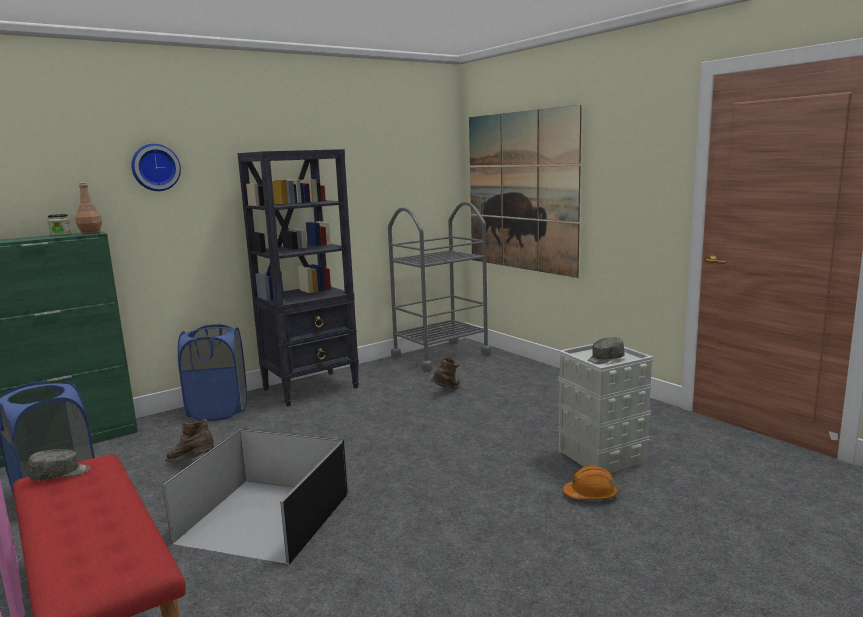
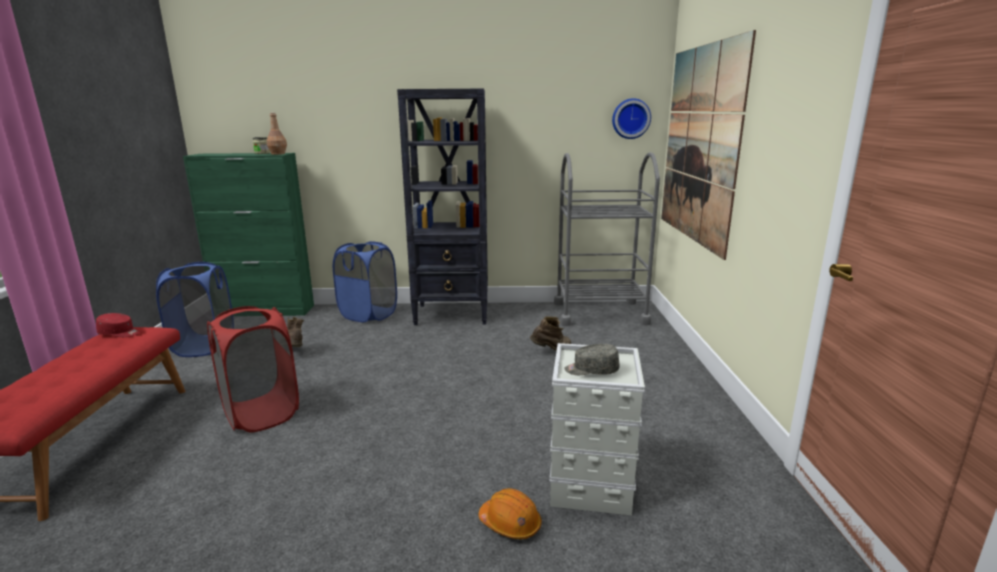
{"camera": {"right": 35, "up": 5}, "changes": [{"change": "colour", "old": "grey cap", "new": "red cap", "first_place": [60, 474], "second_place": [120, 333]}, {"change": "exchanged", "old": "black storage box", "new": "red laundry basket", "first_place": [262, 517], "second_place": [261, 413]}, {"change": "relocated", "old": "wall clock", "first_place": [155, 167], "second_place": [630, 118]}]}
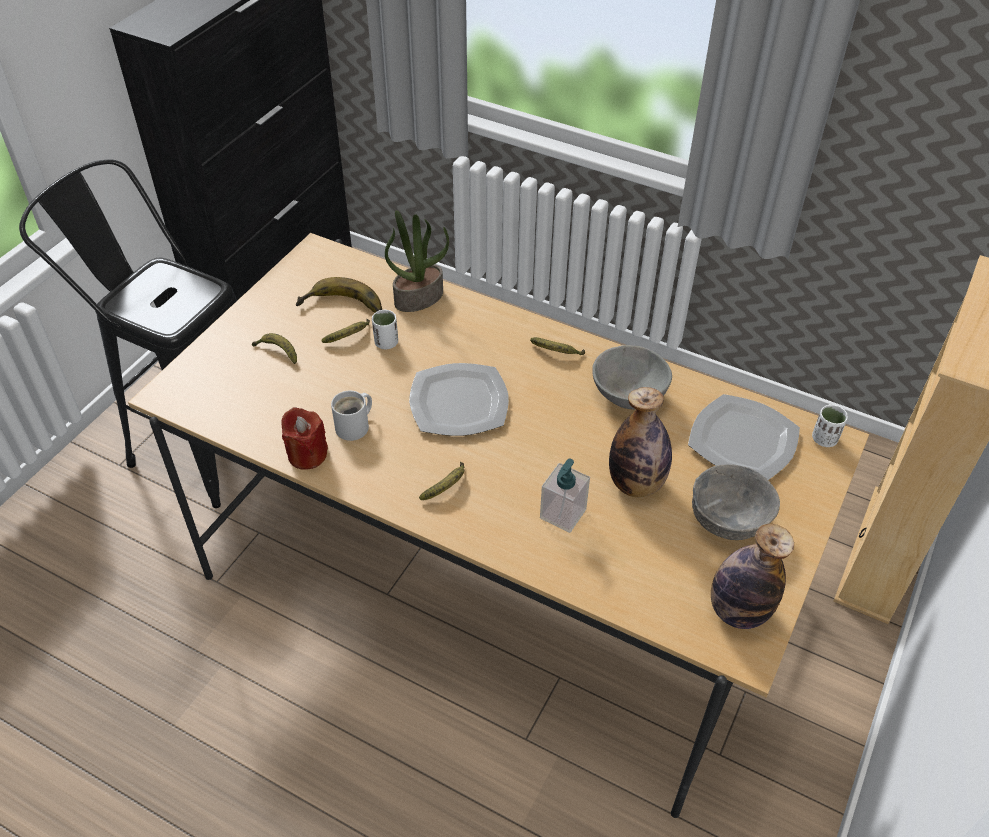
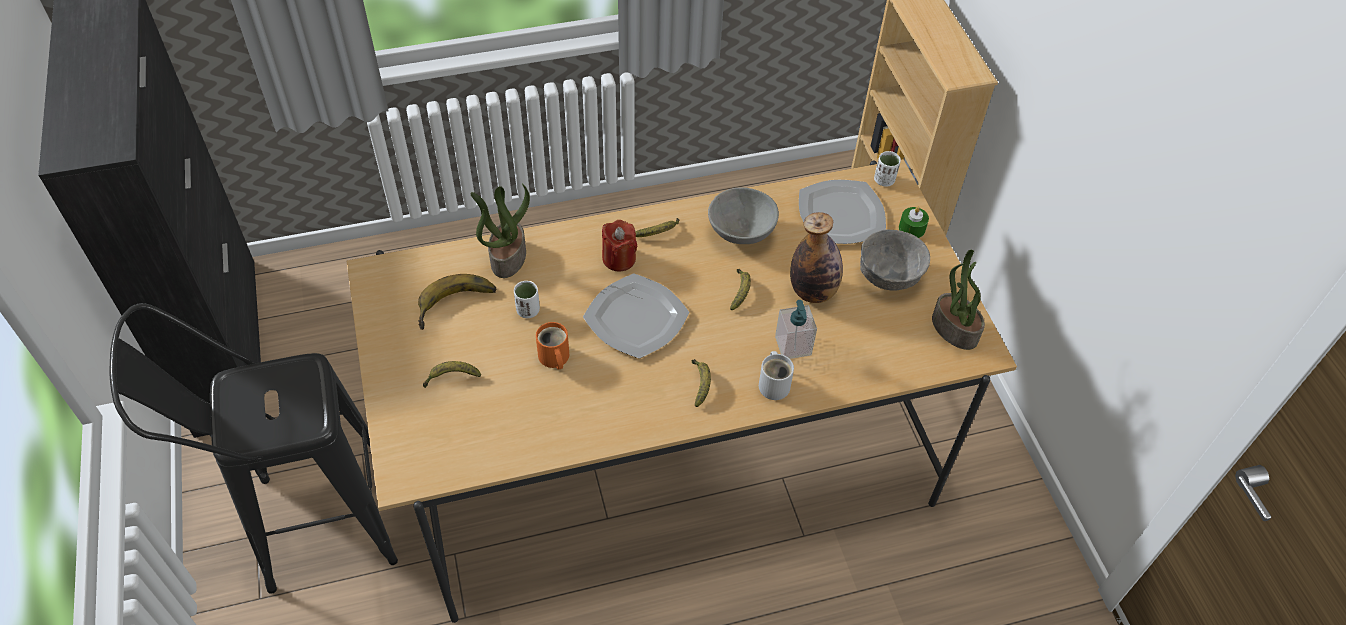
{"camera": {"right": -45, "up": 5}, "changes": [{"change": "appeared", "new": "orange mug", "second_place": [553, 358]}, {"change": "relocated", "old": "red candle", "first_place": [307, 454], "second_place": [619, 259]}, {"change": "relocated", "old": "banana", "first_place": [349, 337], "second_place": [740, 292]}, {"change": "relocated", "old": "white mug", "first_place": [355, 426], "second_place": [775, 384]}, {"change": "appeared", "new": "green candle", "second_place": [912, 228]}, {"change": "exchanged", "old": "bottle", "new": "potted plant", "first_place": [738, 611], "second_place": [953, 329]}]}
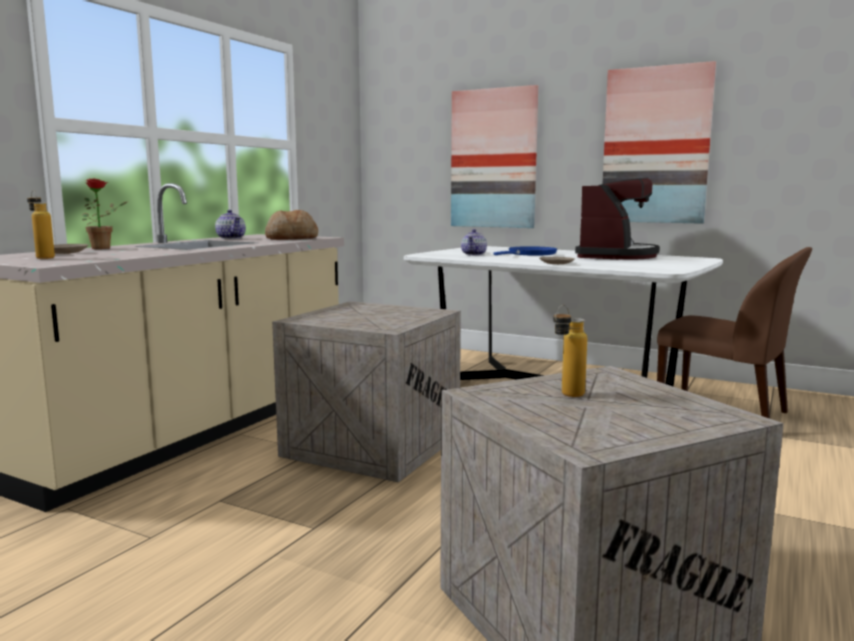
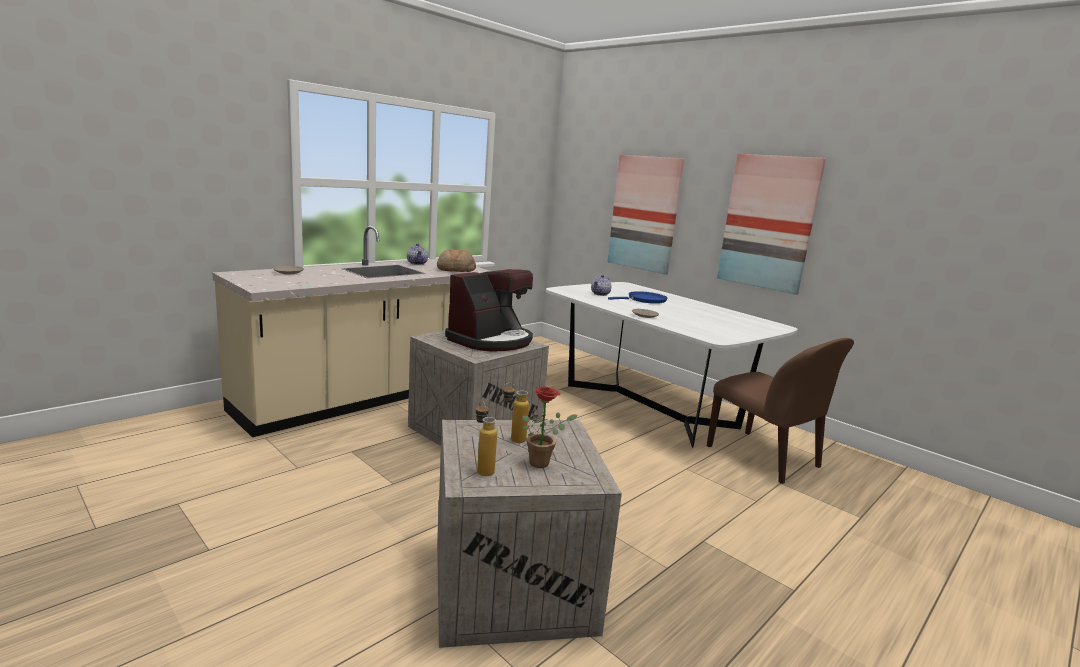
{"camera": {"right": 15, "up": 5}, "changes": [{"change": "relocated", "old": "coffee machine", "first_place": [616, 256], "second_place": [491, 340]}, {"change": "relocated", "old": "bottle", "first_place": [43, 257], "second_place": [482, 469]}, {"change": "relocated", "old": "potted plant", "first_place": [105, 248], "second_place": [543, 462]}]}
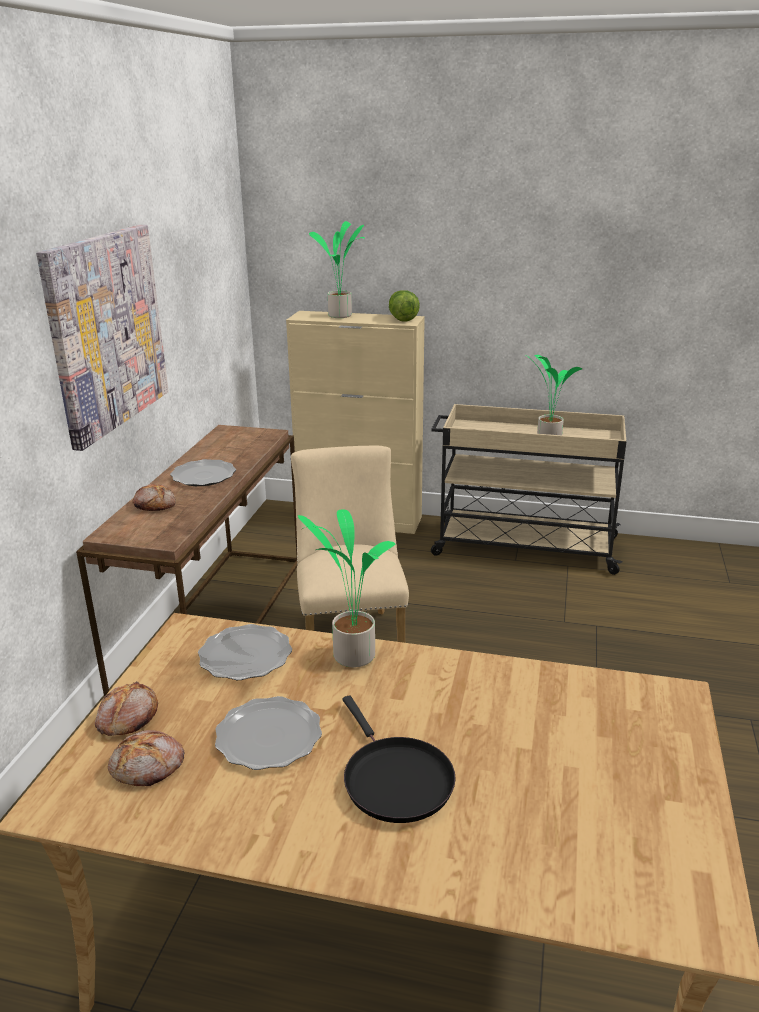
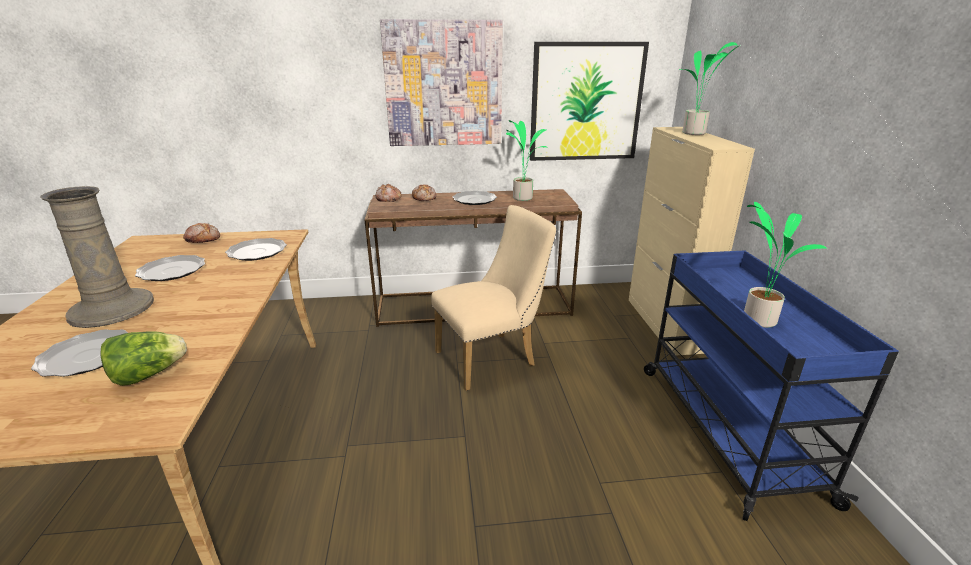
{"camera": {"right": 70, "up": 0}, "changes": [{"change": "appeared", "new": "plate", "second_place": [87, 356]}, {"change": "exchanged", "old": "black frying pan", "new": "beige vase", "first_place": [394, 779], "second_place": [111, 309]}, {"change": "relocated", "old": "lettuce", "first_place": [402, 319], "second_place": [149, 375]}, {"change": "relocated", "old": "bread", "first_place": [148, 767], "second_place": [388, 199]}, {"change": "relocated", "old": "potted plant", "first_place": [351, 655], "second_place": [522, 198]}, {"change": "appeared", "new": "picture", "second_place": [586, 102]}, {"change": "colour", "old": "beige cart", "new": "blue cart", "first_place": [522, 546], "second_place": [725, 428]}]}
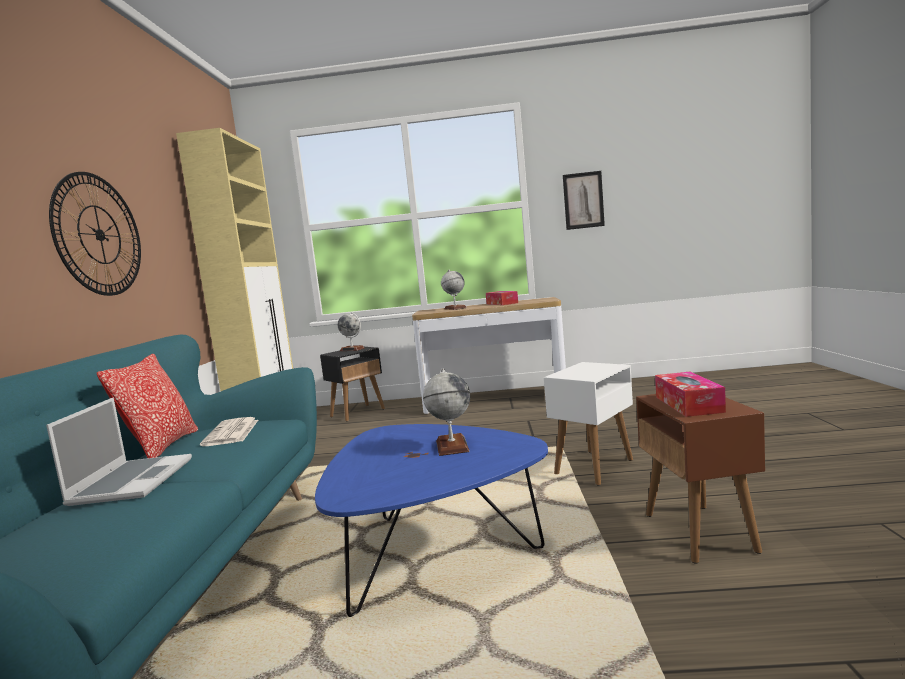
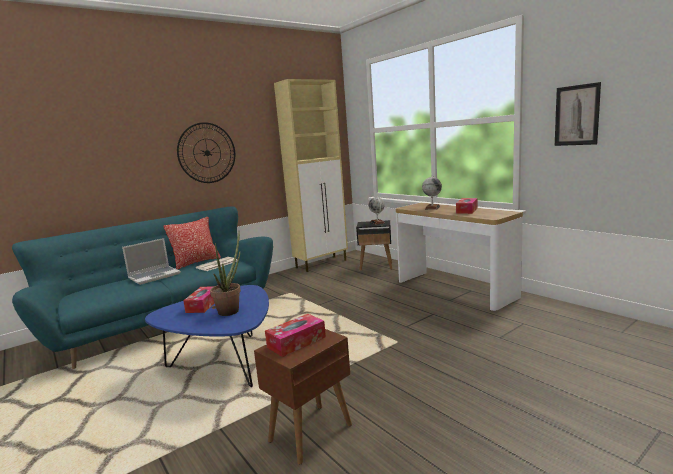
{"camera": {"right": 50, "up": 5}, "changes": [{"change": "appeared", "new": "tissue box", "second_place": [203, 305]}, {"change": "exchanged", "old": "globe", "new": "potted plant", "first_place": [452, 446], "second_place": [231, 310]}, {"change": "missing", "old": "white side table", "first_place": [593, 467]}]}
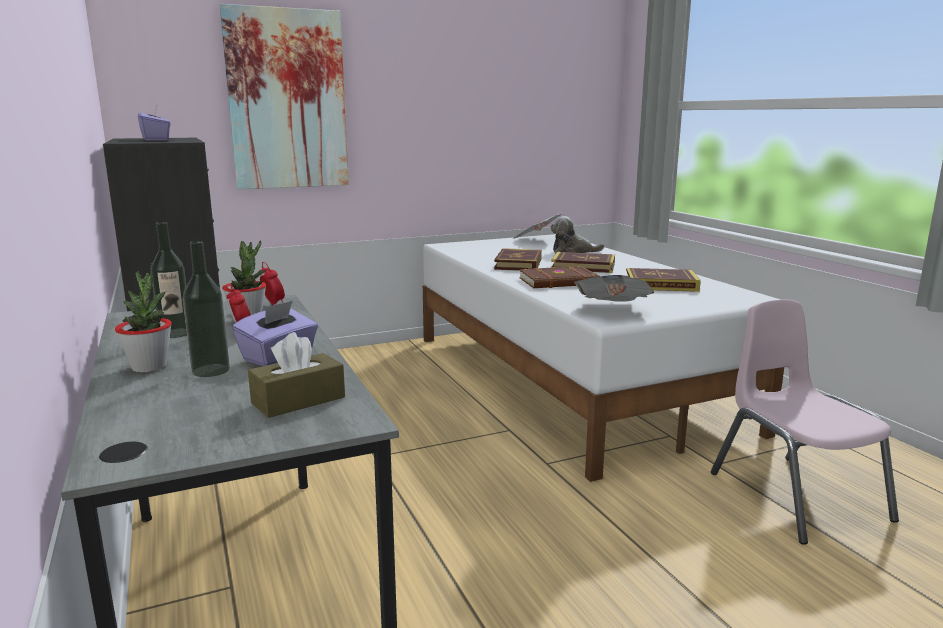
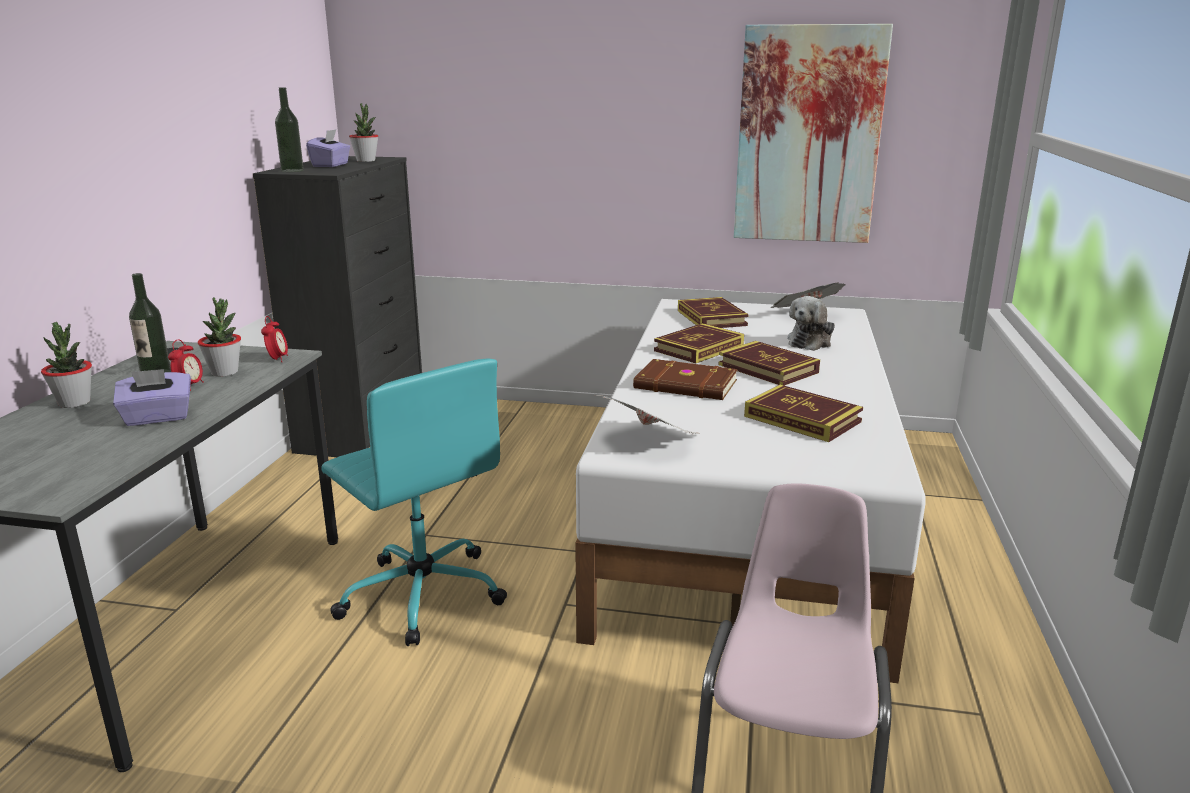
{"camera": {"right": 35, "up": 5}, "changes": [{"change": "relocated", "old": "bottle", "first_place": [210, 370], "second_place": [292, 170]}, {"change": "appeared", "new": "turquoise office chair", "second_place": [422, 593]}, {"change": "appeared", "new": "potted plant", "second_place": [366, 161]}, {"change": "appeared", "new": "book", "second_place": [711, 318]}, {"change": "relocated", "old": "picture", "first_place": [287, 100], "second_place": [808, 136]}, {"change": "spun", "old": "plush toy", "first_place": [573, 251], "second_place": [811, 342], "degrees": -90}, {"change": "missing", "old": "brown tissue box", "first_place": [298, 400]}]}
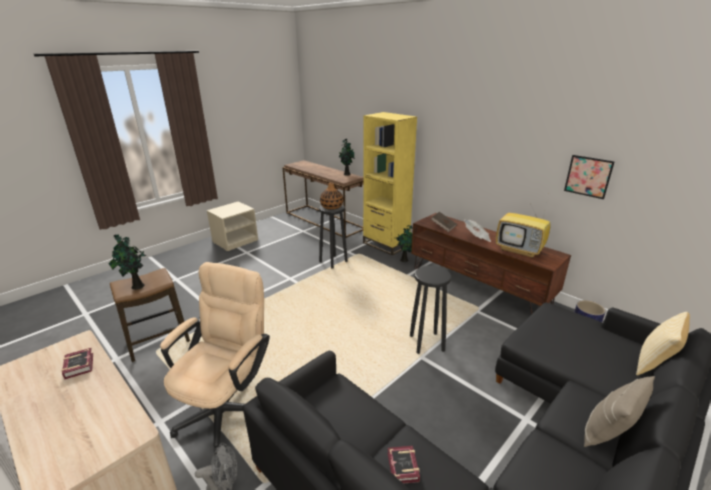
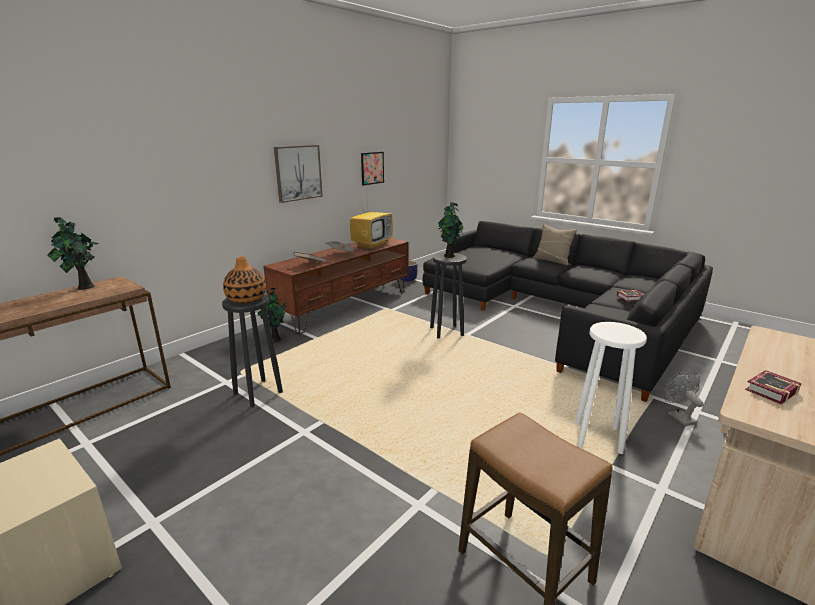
{"camera": {"right": -95, "up": -5}, "changes": [{"change": "appeared", "new": "picture", "second_place": [298, 173]}, {"change": "relocated", "old": "potted plant", "first_place": [136, 286], "second_place": [450, 256]}, {"change": "exchanged", "old": "beige office chair", "new": "white stool", "first_place": [227, 406], "second_place": [598, 437]}, {"change": "missing", "old": "yellow bookcase", "first_place": [386, 244]}, {"change": "missing", "old": "pillow", "first_place": [654, 364]}]}
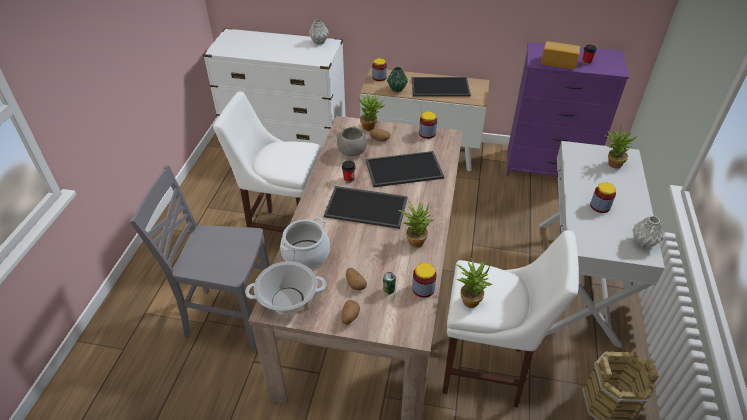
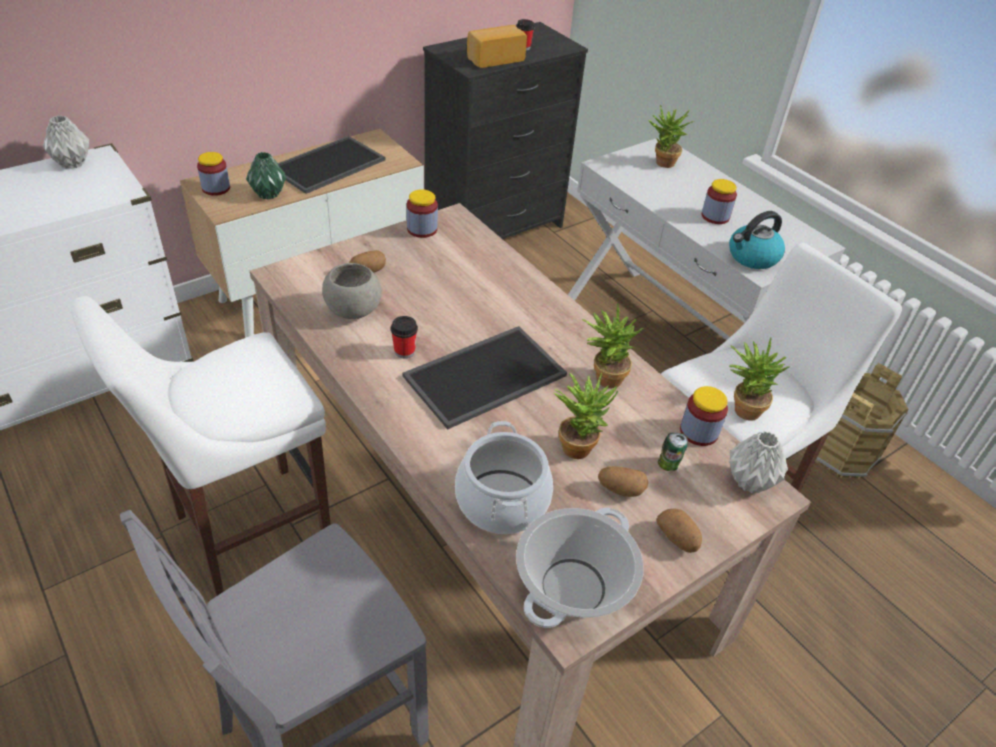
{"camera": {"right": -50, "up": 0}, "changes": [{"change": "colour", "old": "purple dresser", "new": "black dresser", "first_place": [547, 167], "second_place": [494, 228]}, {"change": "relocated", "old": "potted plant", "first_place": [371, 126], "second_place": [578, 444]}, {"change": "appeared", "new": "kettle", "second_place": [752, 257]}, {"change": "relocated", "old": "grey vase", "first_place": [643, 243], "second_place": [751, 482]}, {"change": "missing", "old": "tray", "first_place": [403, 170]}]}
